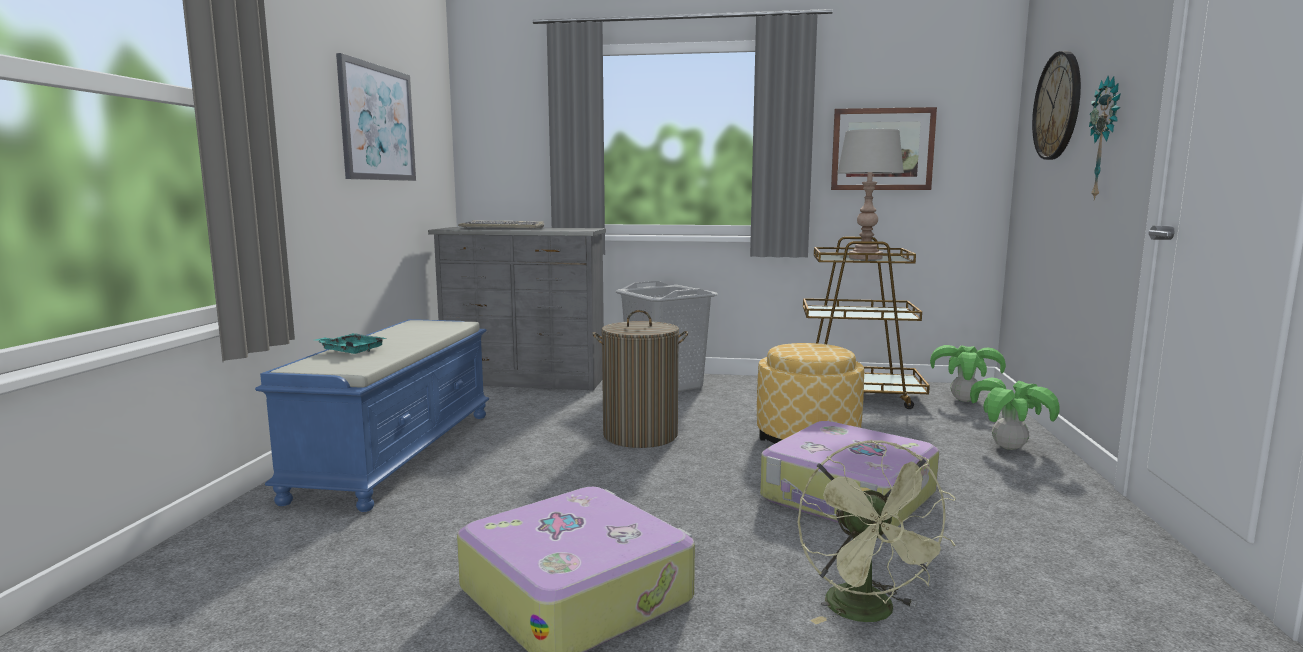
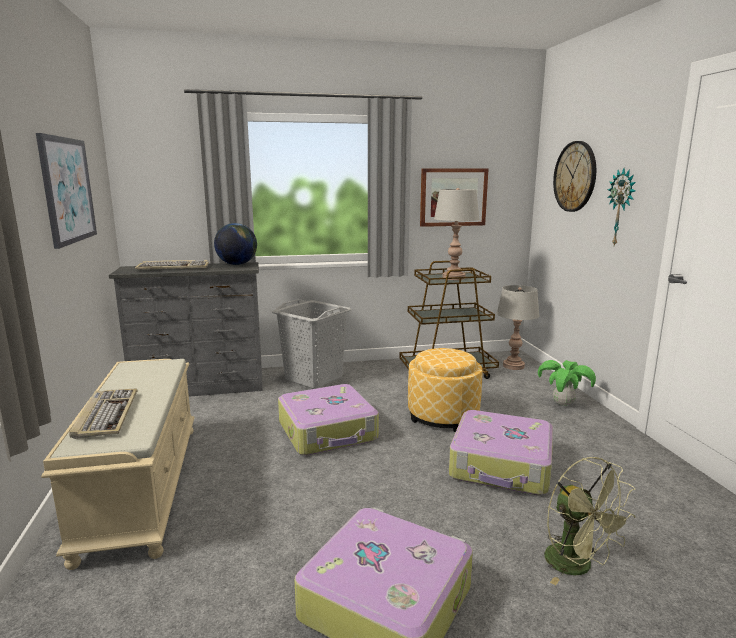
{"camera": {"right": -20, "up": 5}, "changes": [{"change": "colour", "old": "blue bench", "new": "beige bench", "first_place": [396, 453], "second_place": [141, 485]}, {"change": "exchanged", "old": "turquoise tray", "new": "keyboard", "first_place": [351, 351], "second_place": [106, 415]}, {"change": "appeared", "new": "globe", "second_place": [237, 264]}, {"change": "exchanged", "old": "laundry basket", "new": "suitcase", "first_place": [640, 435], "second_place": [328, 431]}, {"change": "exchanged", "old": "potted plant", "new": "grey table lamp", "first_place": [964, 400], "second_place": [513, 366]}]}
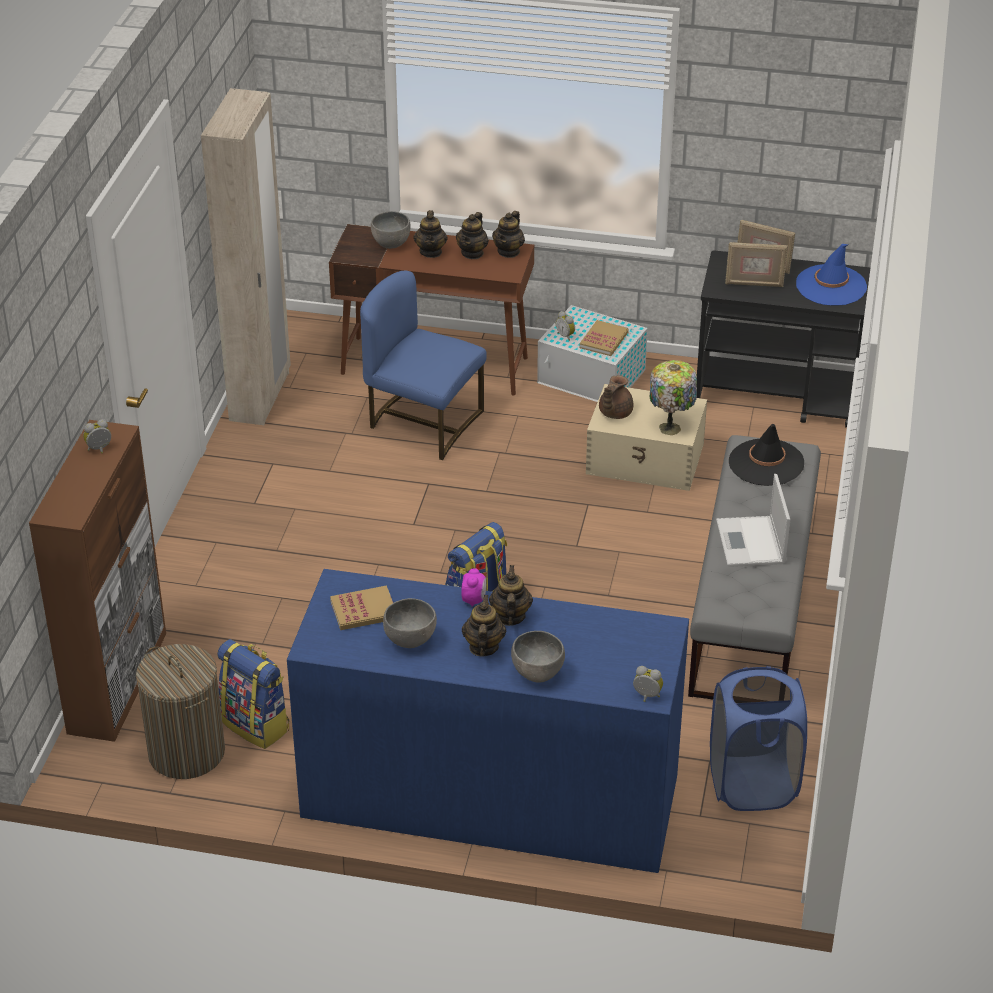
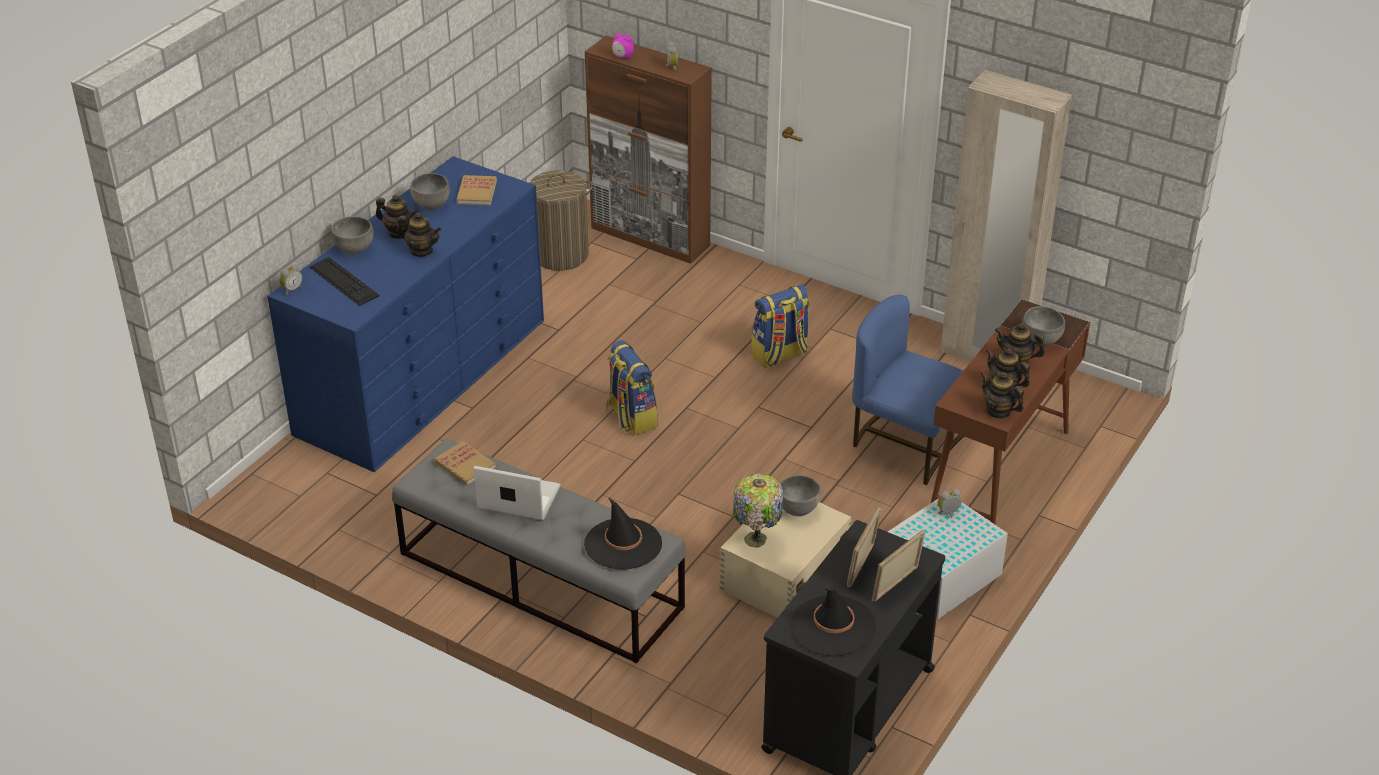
{"camera": {"right": 110, "up": 0}, "changes": [{"change": "appeared", "new": "keyboard", "second_place": [344, 281]}, {"change": "relocated", "old": "book", "first_place": [604, 340], "second_place": [465, 465]}, {"change": "relocated", "old": "alarm clock", "first_place": [474, 599], "second_place": [623, 57]}, {"change": "relocated", "old": "backpack", "first_place": [256, 725], "second_place": [780, 355]}, {"change": "exchanged", "old": "brown teapot", "new": "grey bowl", "first_place": [614, 413], "second_place": [798, 509]}, {"change": "colour", "old": "blue hat", "new": "black hat", "first_place": [831, 286], "second_place": [832, 626]}, {"change": "spun", "old": "blue chair", "first_place": [423, 423], "second_place": [905, 444], "degrees": -105}, {"change": "missing", "old": "blue laundry basket", "first_place": [752, 784]}]}
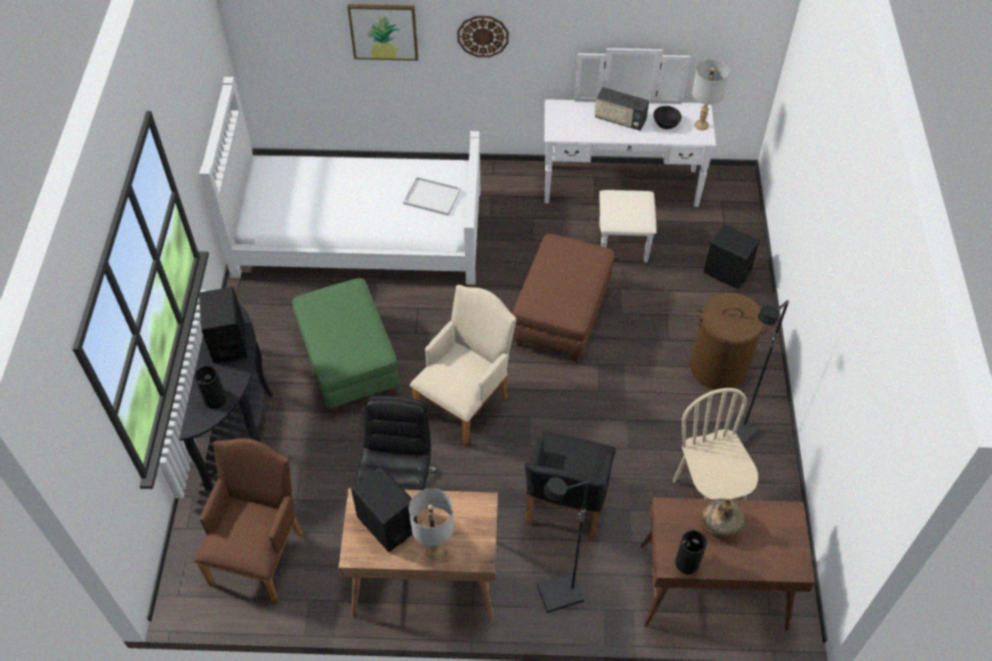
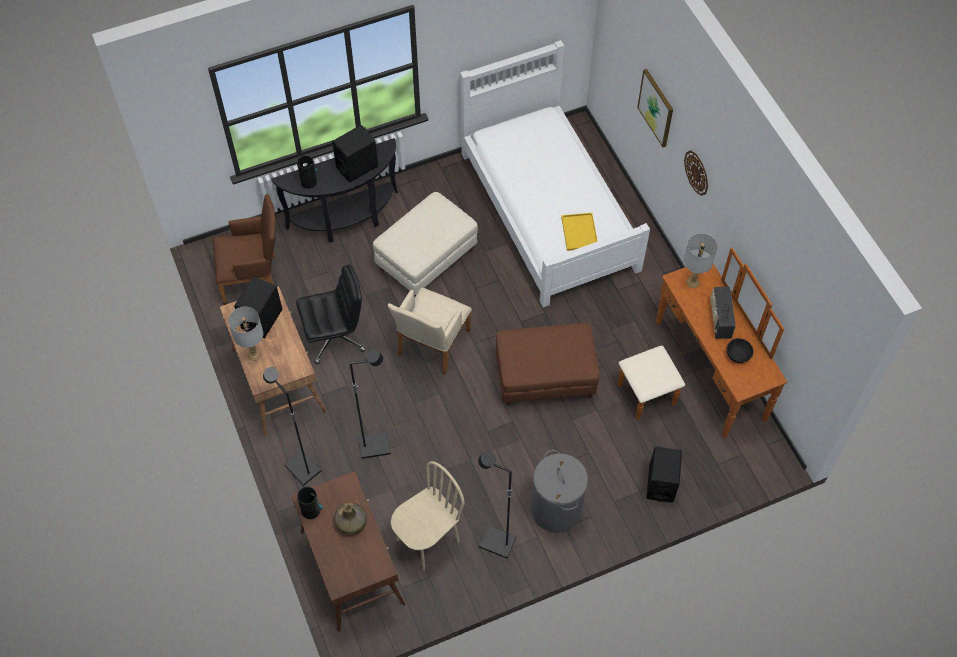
{"camera": {"right": 65, "up": 5}, "changes": [{"change": "exchanged", "old": "black armchair", "new": "black floor lamp", "first_place": [565, 505], "second_place": [375, 445]}, {"change": "colour", "old": "green ottoman", "new": "beige ottoman", "first_place": [348, 363], "second_place": [426, 259]}, {"change": "spun", "old": "beige armchair", "first_place": [466, 402], "second_place": [431, 346], "degrees": 105}, {"change": "colour", "old": "brown laundry basket", "new": "grey laundry basket", "first_place": [718, 366], "second_place": [556, 509]}, {"change": "colour", "old": "white tray", "new": "yellow tray", "first_place": [433, 197], "second_place": [580, 233]}, {"change": "colour", "old": "white dresser", "new": "brown dresser", "first_place": [621, 199], "second_place": [695, 376]}, {"change": "relocated", "old": "grey table lamp", "first_place": [701, 125], "second_place": [693, 282]}]}
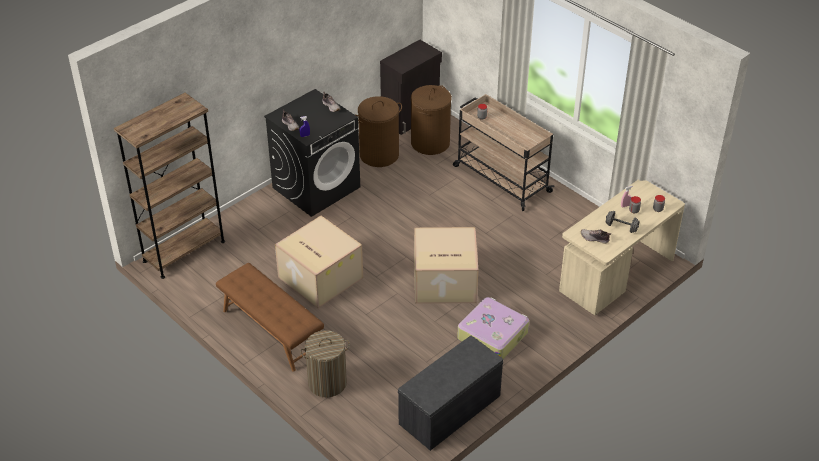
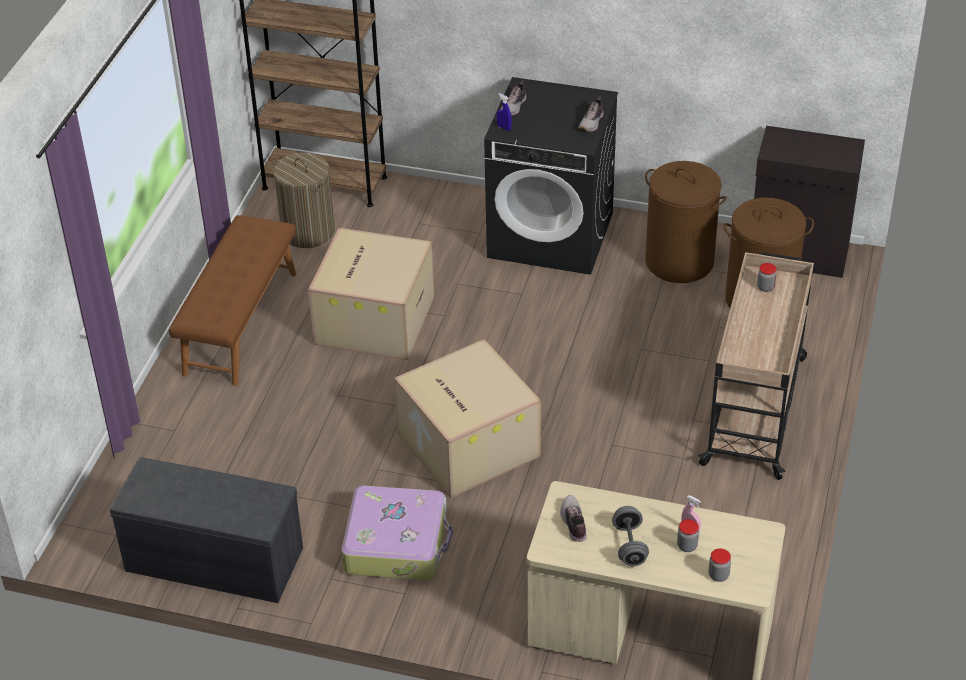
{"camera": {"right": 60, "up": 0}, "changes": [{"change": "relocated", "old": "laundry basket", "first_place": [327, 383], "second_place": [307, 231]}]}
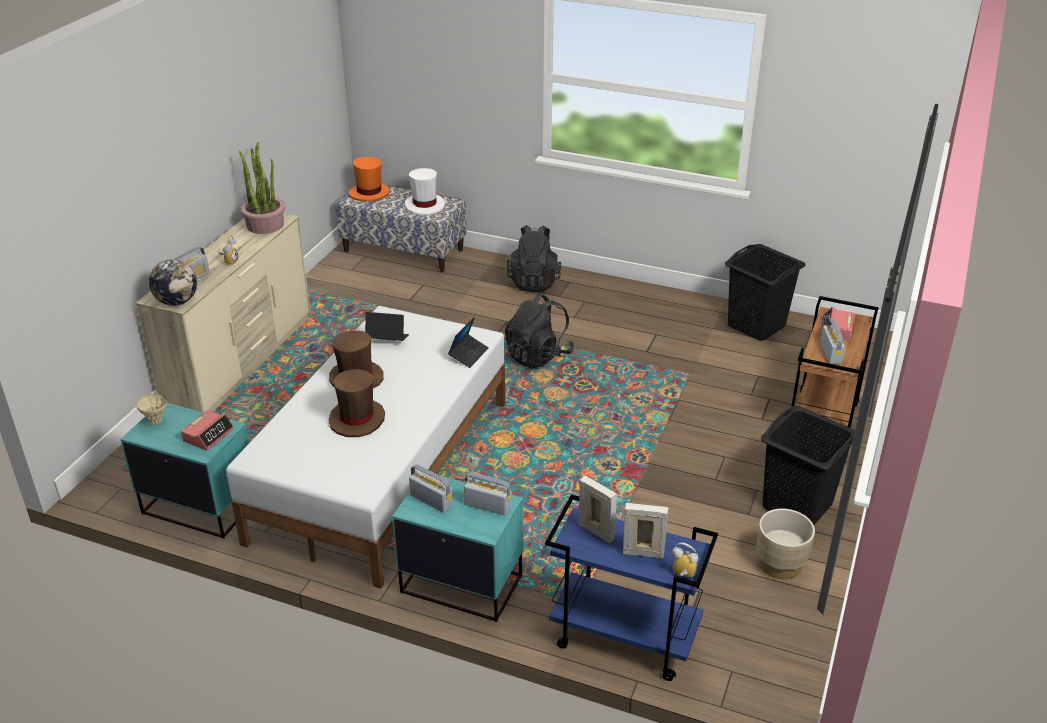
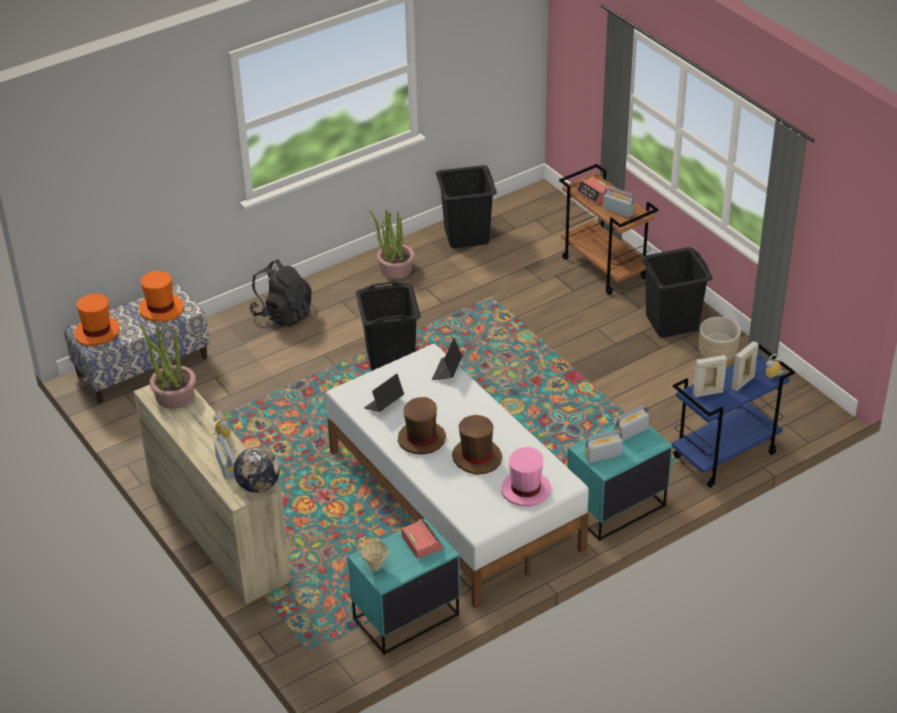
{"camera": {"right": -55, "up": 5}, "changes": [{"change": "colour", "old": "white hat", "new": "orange hat", "first_place": [425, 205], "second_place": [161, 309]}, {"change": "exchanged", "old": "black backpack", "new": "black laundry basket", "first_place": [538, 356], "second_place": [390, 358]}, {"change": "appeared", "new": "potted plant", "second_place": [395, 269]}, {"change": "spun", "old": "laptop", "first_place": [468, 354], "second_place": [447, 371], "degrees": -135}, {"change": "appeared", "new": "pink hat", "second_place": [525, 490]}]}
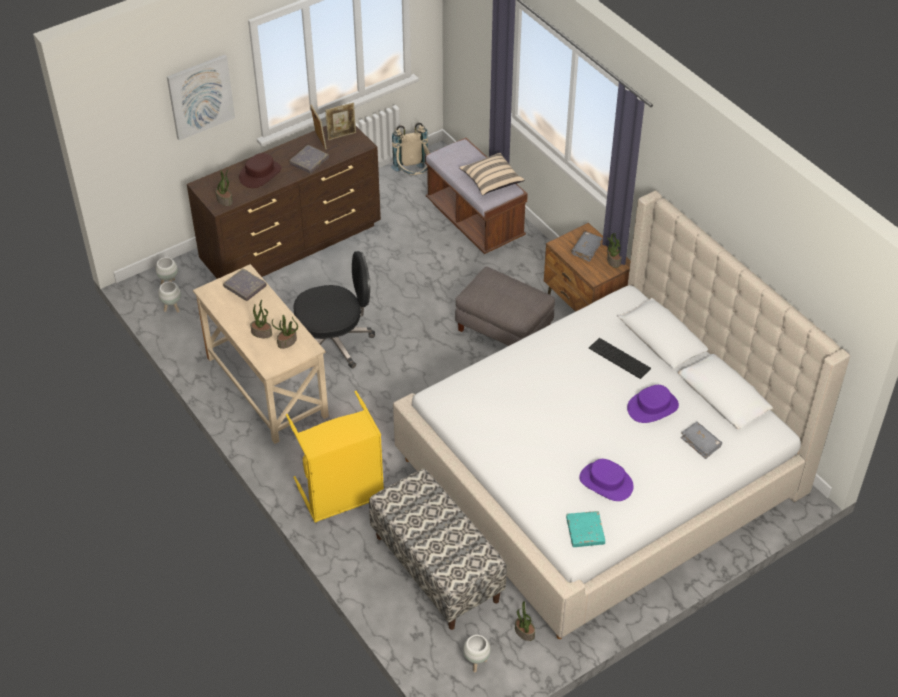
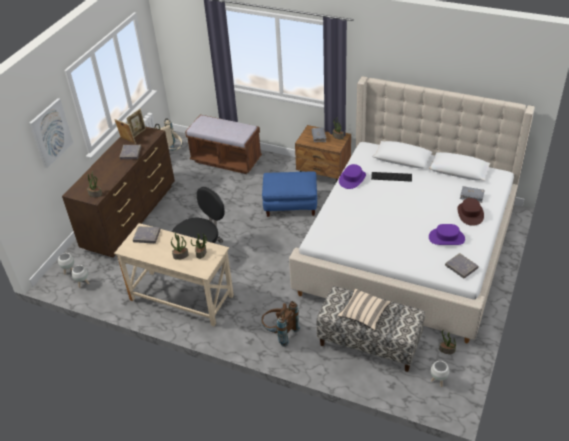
{"camera": {"right": -30, "up": -5}, "changes": [{"change": "exchanged", "old": "yellow laundry basket", "new": "brown backpack", "first_place": [342, 495], "second_place": [279, 333]}, {"change": "colour", "old": "grey ottoman", "new": "blue ottoman", "first_place": [504, 328], "second_place": [291, 204]}, {"change": "relocated", "old": "beige pillow", "first_place": [491, 181], "second_place": [364, 314]}, {"change": "relocated", "old": "purple hat", "first_place": [652, 407], "second_place": [352, 179]}, {"change": "colour", "old": "turquoise book", "new": "grey book", "first_place": [585, 531], "second_place": [461, 267]}, {"change": "relocated", "old": "brown hat", "first_place": [260, 174], "second_place": [470, 214]}]}
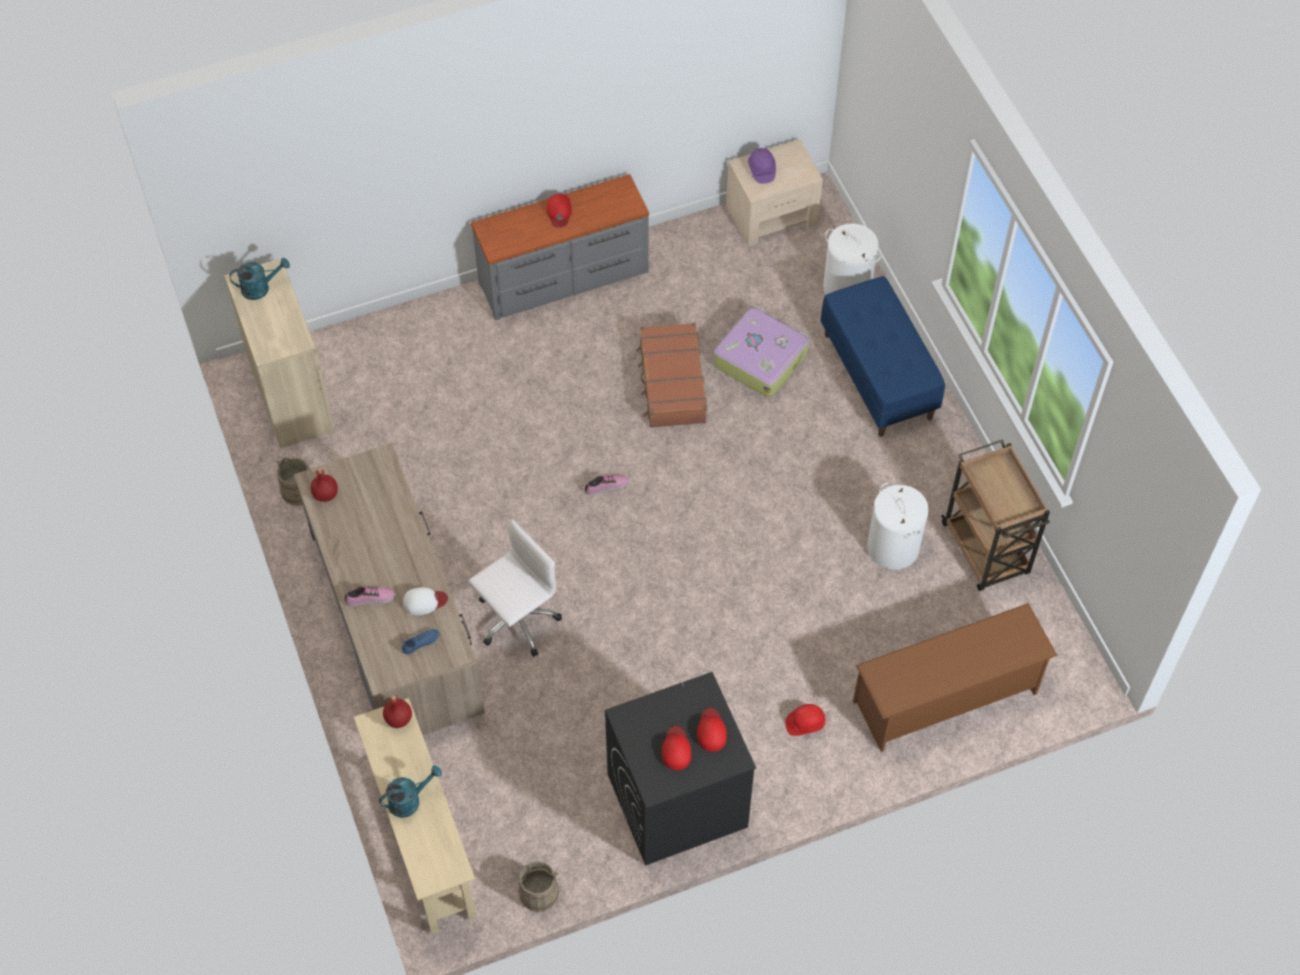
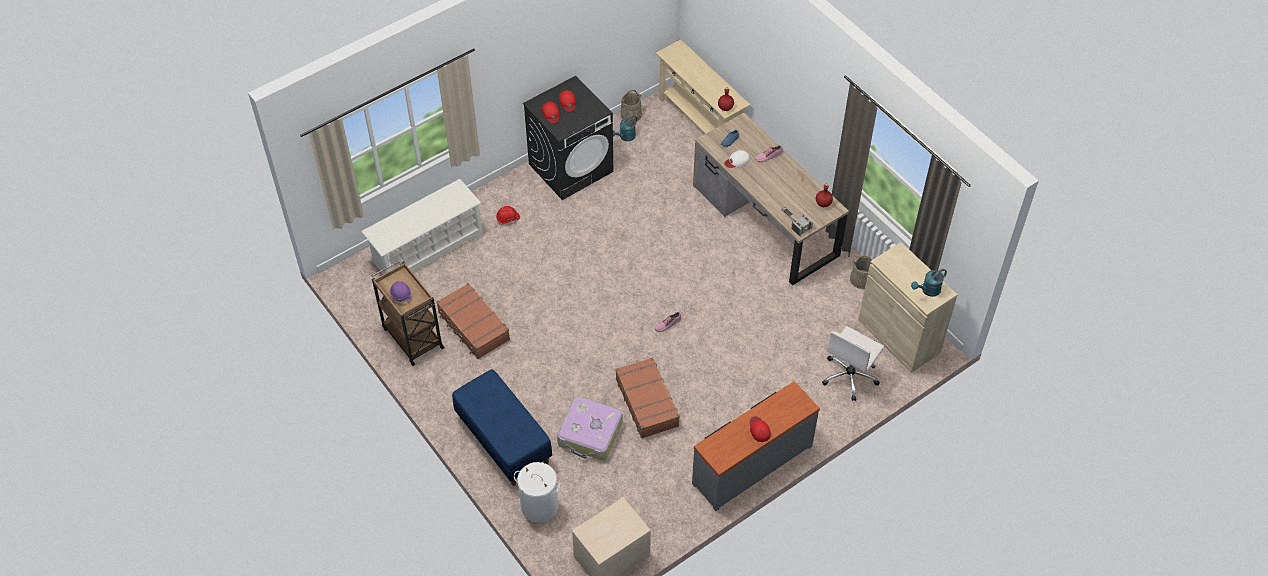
{"camera": {"right": 165, "up": -5}, "changes": [{"change": "colour", "old": "brown shoe rack", "new": "white shoe rack", "first_place": [946, 697], "second_place": [427, 248]}, {"change": "relocated", "old": "purple hard hat", "first_place": [761, 170], "second_place": [401, 294]}, {"change": "exchanged", "old": "white laundry basket", "new": "brown suitcase", "first_place": [893, 547], "second_place": [473, 326]}, {"change": "relocated", "old": "turquoise watering can", "first_place": [410, 800], "second_place": [625, 137]}, {"change": "appeared", "new": "hammer", "second_place": [794, 222]}, {"change": "relocated", "old": "white office chair", "first_place": [516, 620], "second_place": [849, 376]}]}
